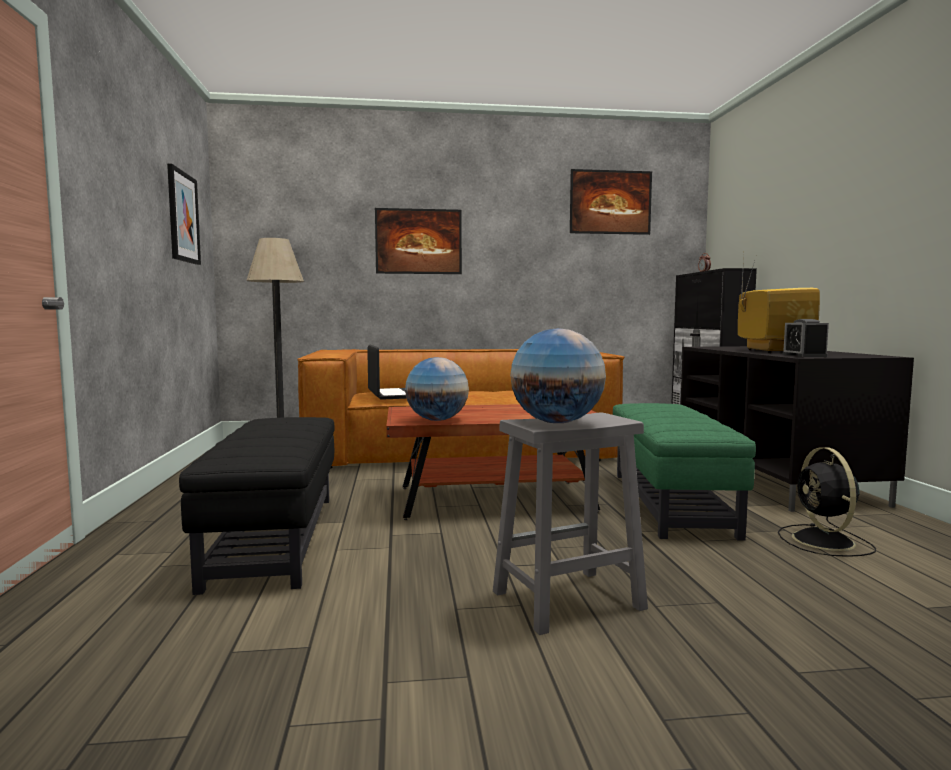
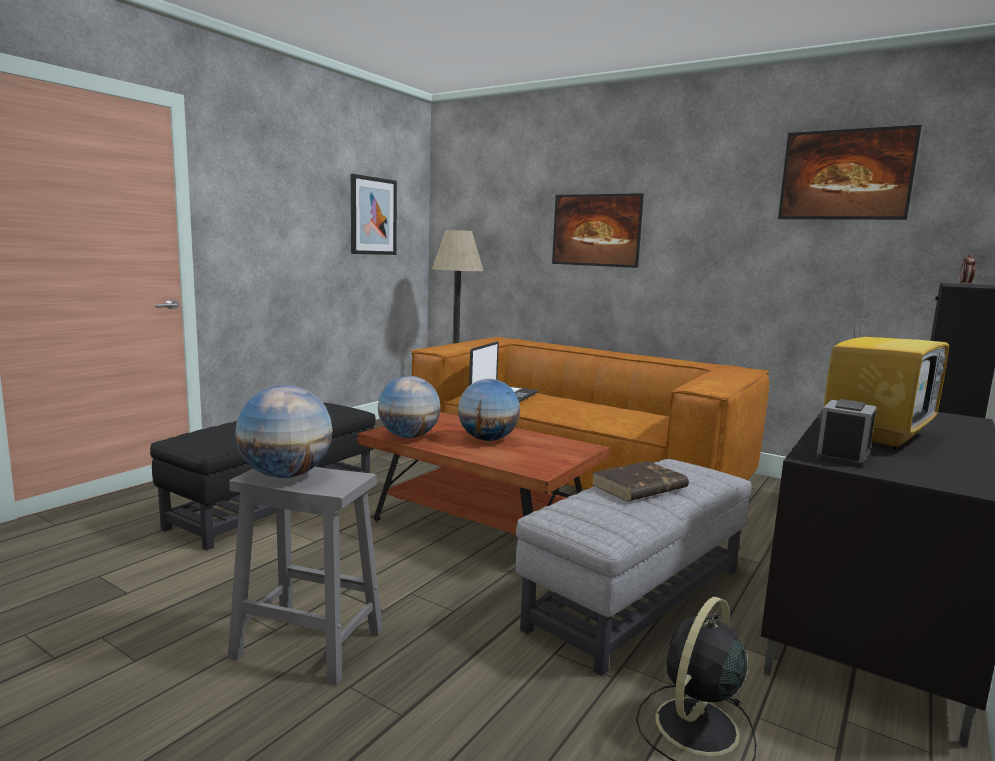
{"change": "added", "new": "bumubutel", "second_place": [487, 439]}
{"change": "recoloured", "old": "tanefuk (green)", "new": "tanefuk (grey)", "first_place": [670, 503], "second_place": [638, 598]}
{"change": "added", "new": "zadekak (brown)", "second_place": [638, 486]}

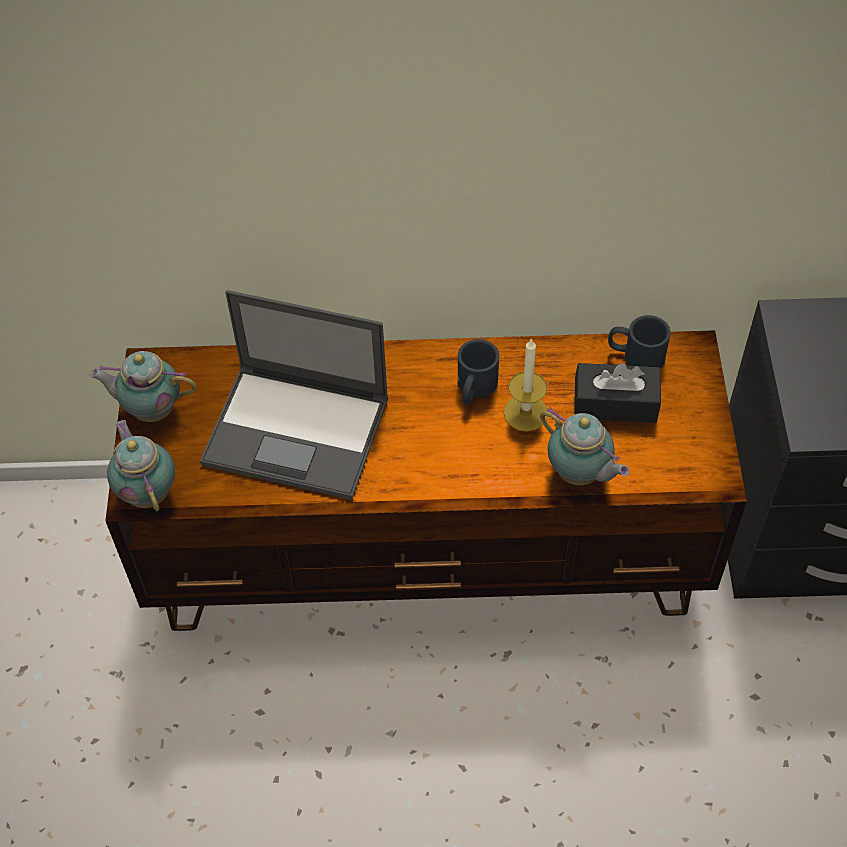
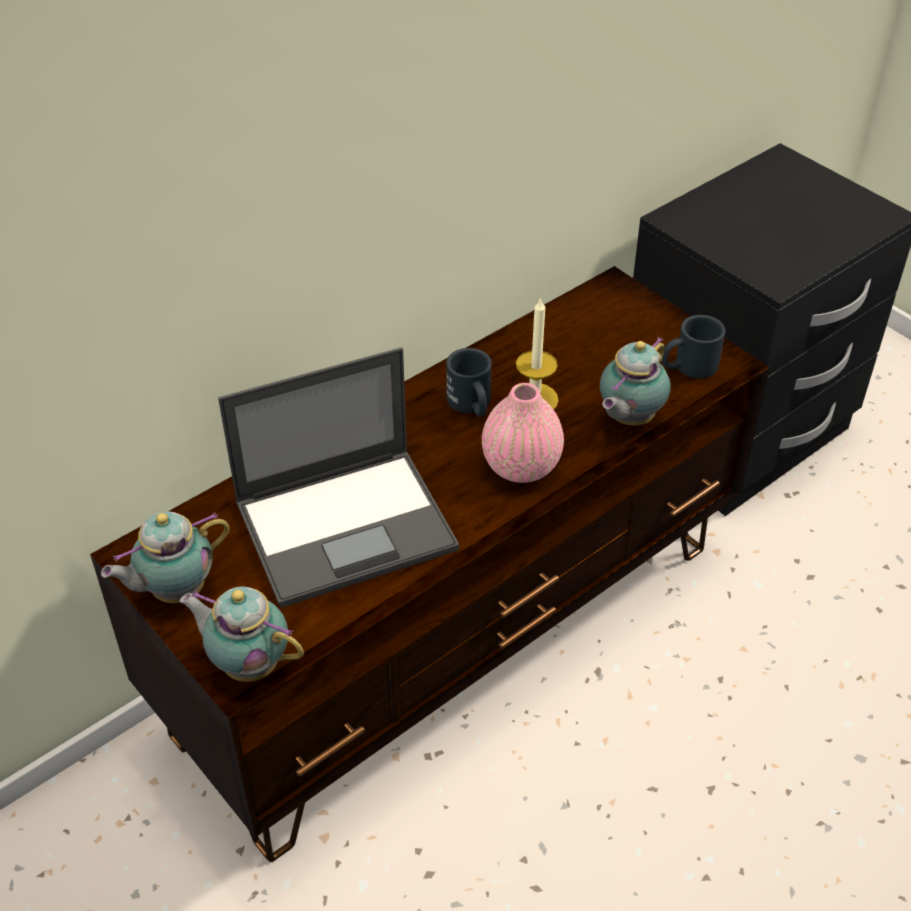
{"change": "added", "new": "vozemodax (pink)", "second_place": [521, 466]}
{"change": "turned", "old": "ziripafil", "first_place": [580, 474], "second_place": [628, 419], "degrees": 120}
{"change": "moved", "old": "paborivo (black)", "first_place": [635, 356], "second_place": [688, 367]}
{"change": "removed", "old": "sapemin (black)", "first_place": [615, 403]}

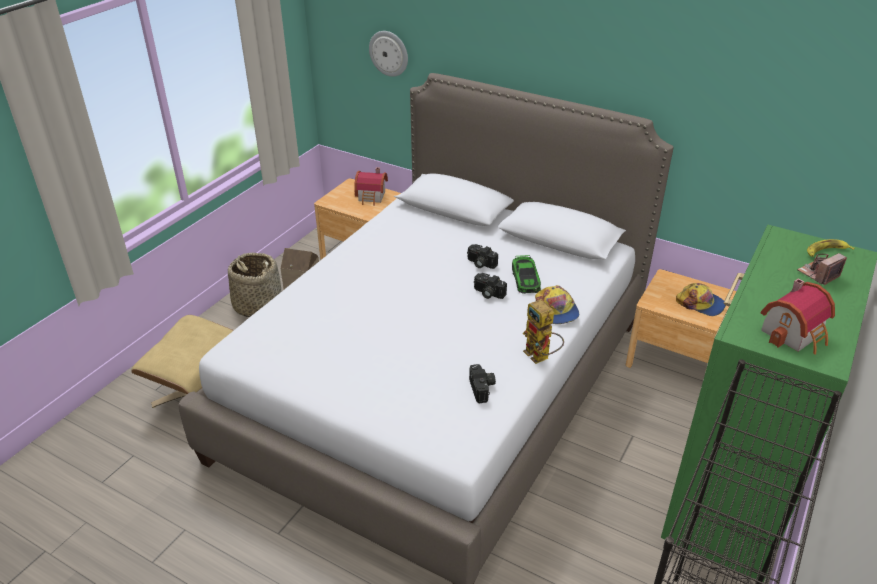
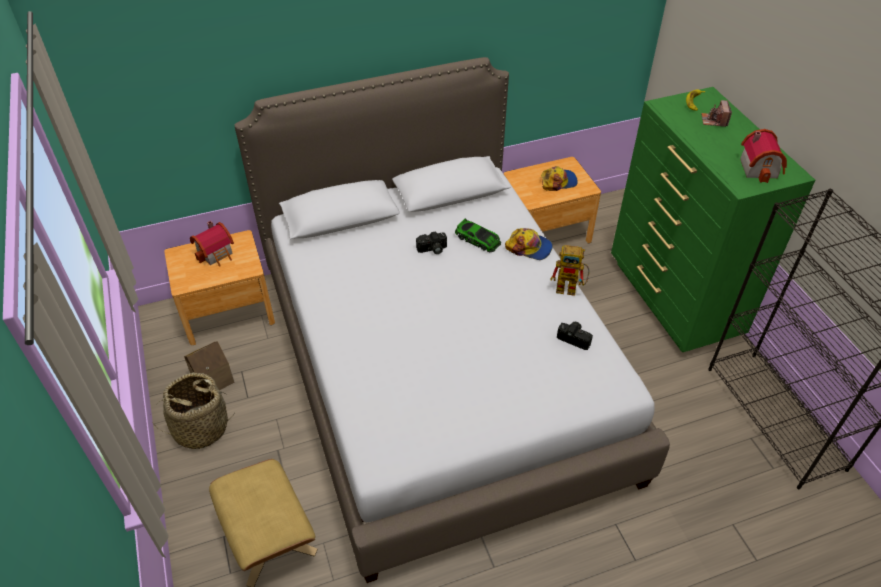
{"change": "removed", "old": "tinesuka", "first_place": [389, 53]}
{"change": "removed", "old": "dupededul", "first_place": [488, 293]}

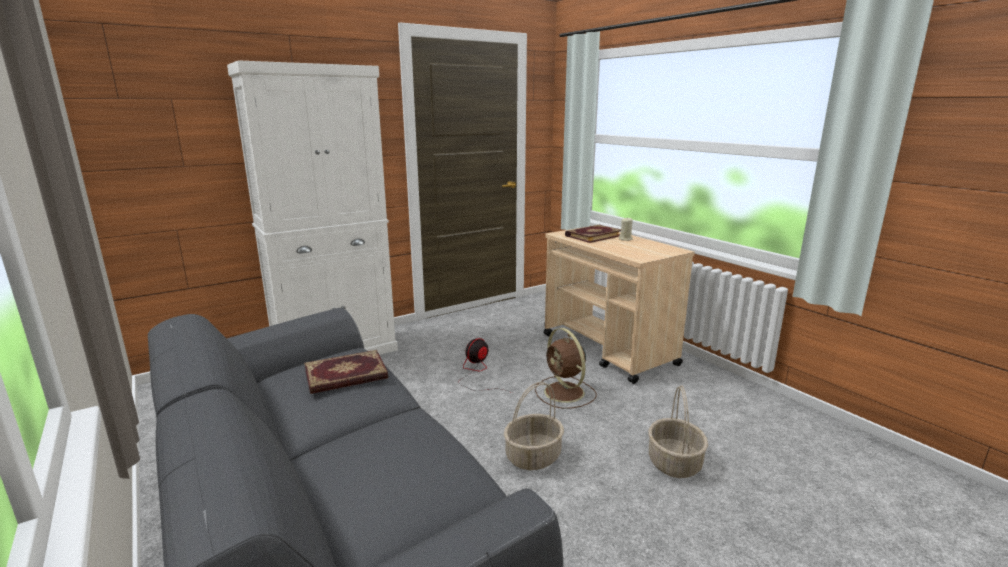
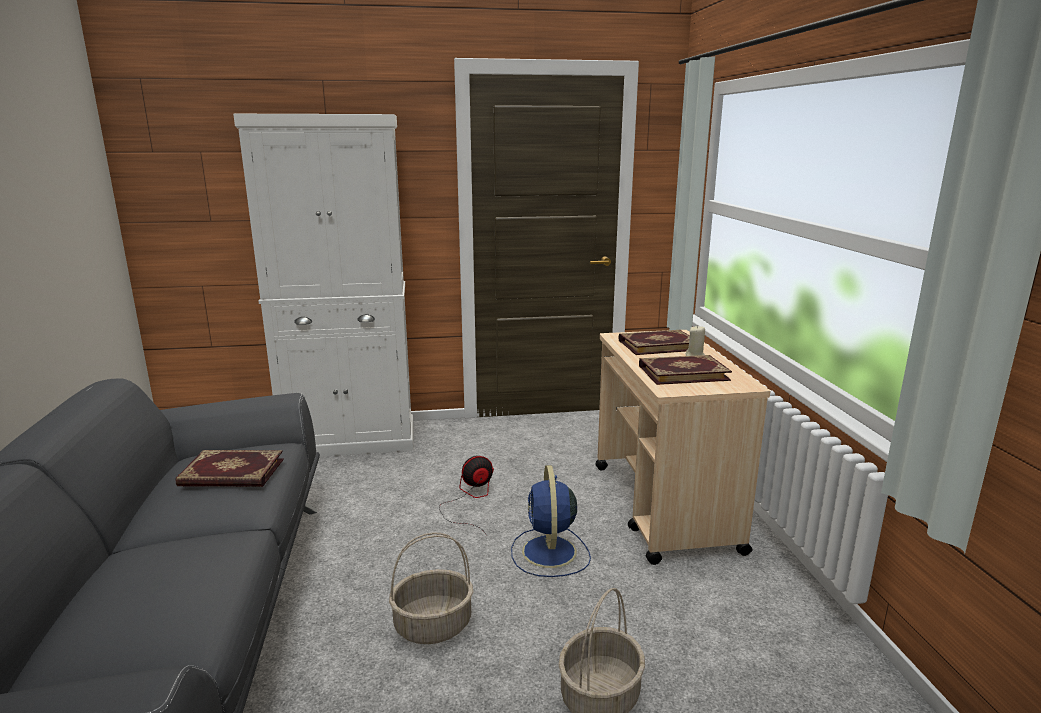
{"change": "recoloured", "old": "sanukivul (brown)", "new": "sanukivul (blue)", "first_place": [565, 393], "second_place": [549, 553]}
{"change": "added", "new": "zadekak", "second_place": [682, 372]}

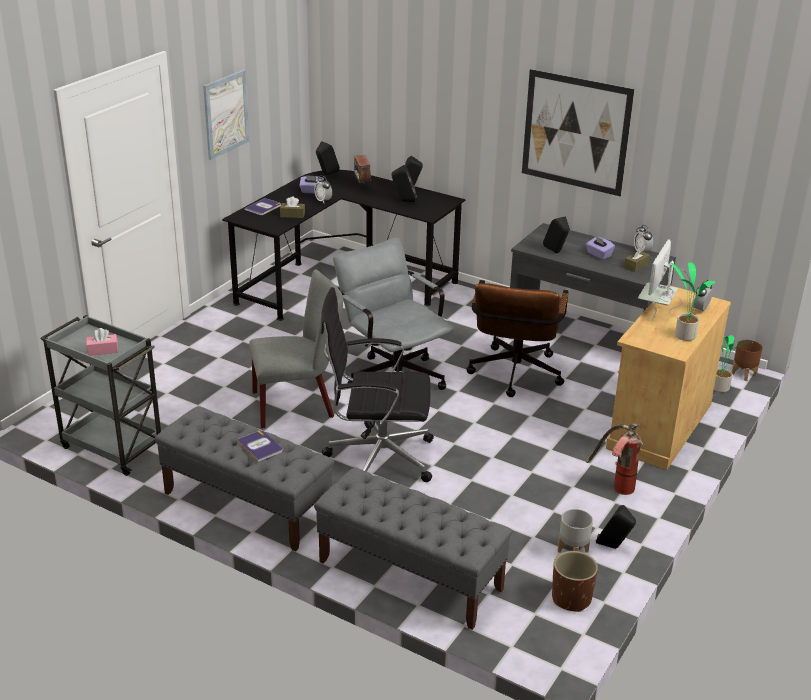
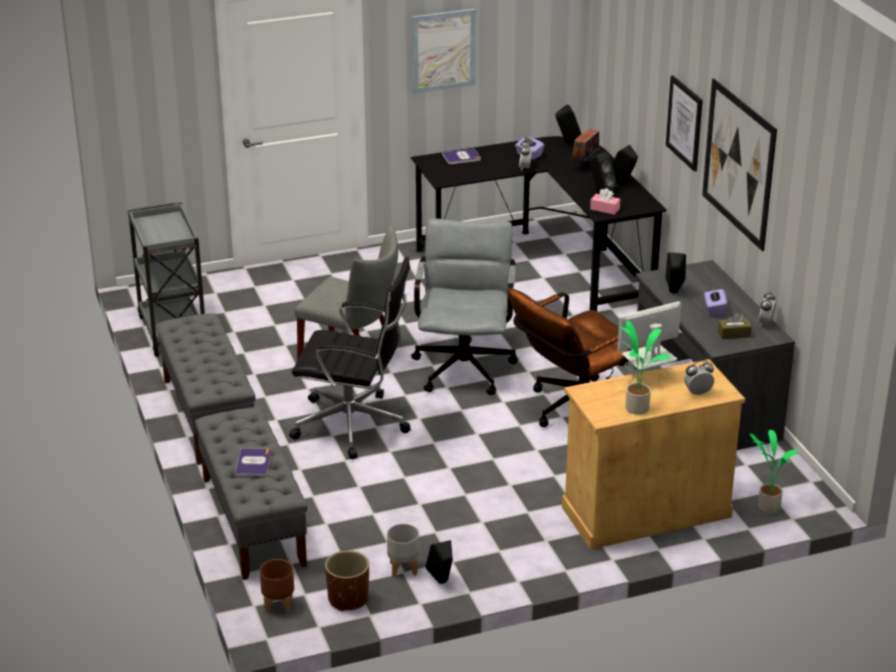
{"change": "moved", "old": "zadekak", "first_place": [260, 446], "second_place": [253, 463]}
{"change": "moved", "old": "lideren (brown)", "first_place": [744, 374], "second_place": [278, 605]}
{"change": "turned", "old": "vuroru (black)", "first_place": [377, 458], "second_place": [354, 425], "degrees": 150}
{"change": "moved", "old": "sapemin (pink)", "first_place": [103, 350], "second_place": [605, 209]}
{"change": "added", "new": "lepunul", "second_place": [685, 123]}
{"change": "removed", "old": "sapemin (brown)", "first_place": [292, 215]}
{"change": "removed", "old": "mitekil", "first_place": [615, 487]}

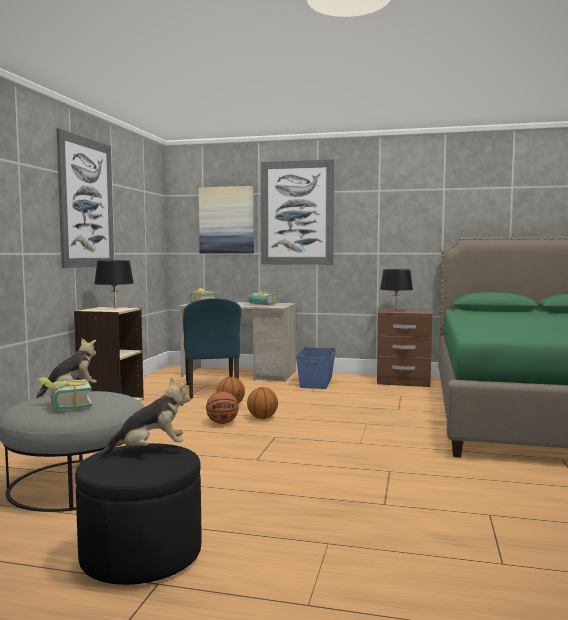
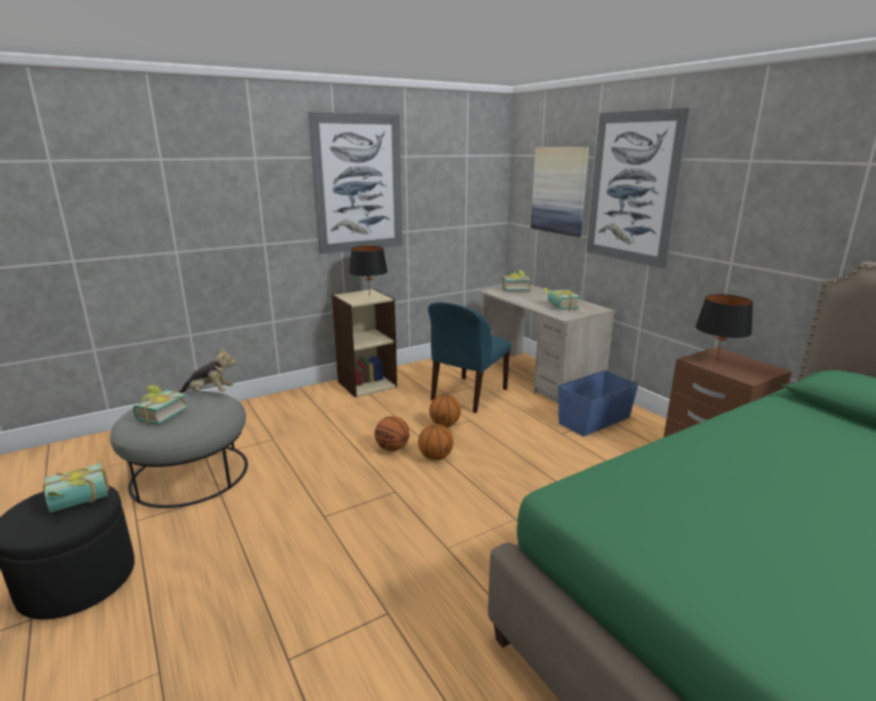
{"change": "replaced", "old": "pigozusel", "new": "zadekak", "first_place": [150, 450], "second_place": [79, 503]}

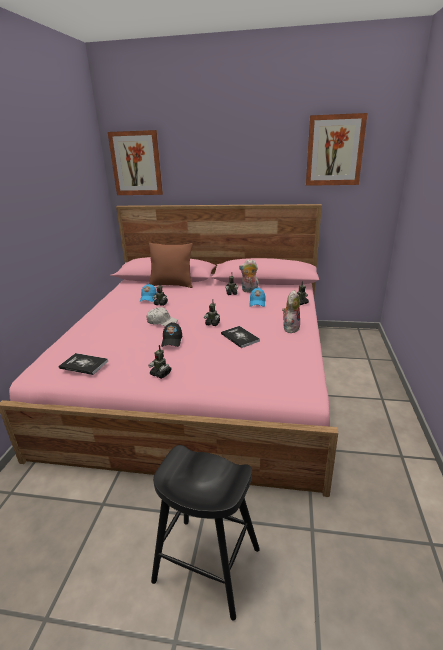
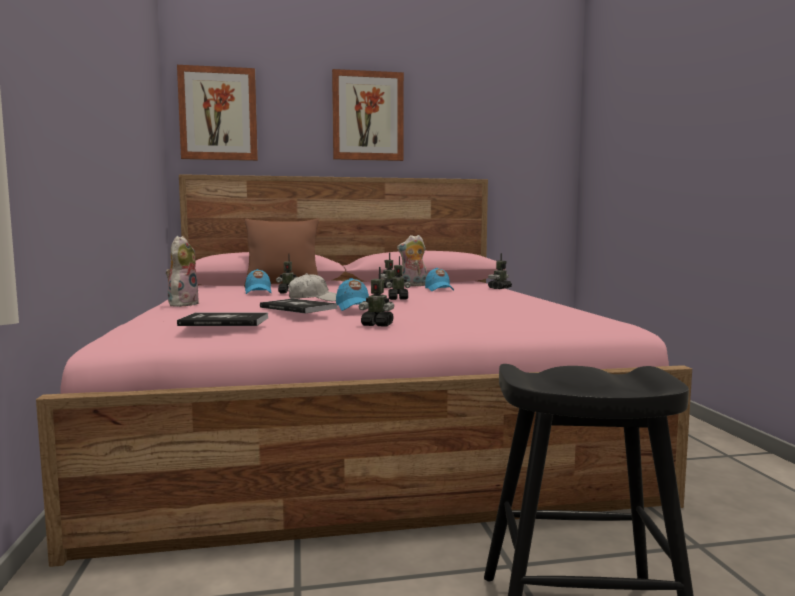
{"change": "moved", "old": "pigozusel", "first_place": [290, 328], "second_place": [182, 304]}
{"change": "moved", "old": "zadekak", "first_place": [240, 337], "second_place": [298, 308]}
{"change": "moved", "old": "lepunul", "first_place": [334, 150], "second_place": [368, 116]}
{"change": "recoloured", "old": "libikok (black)", "new": "libikok (blue)", "first_place": [172, 341], "second_place": [354, 308]}

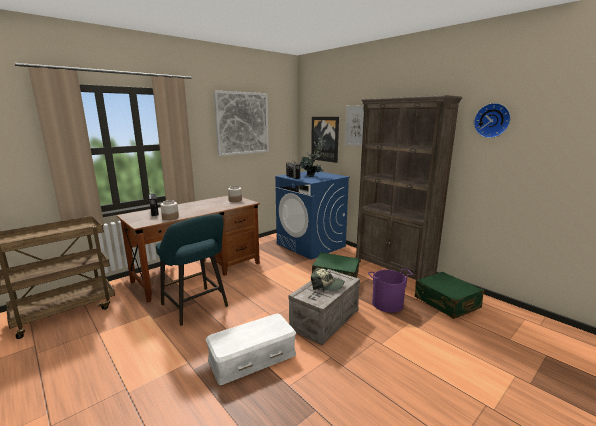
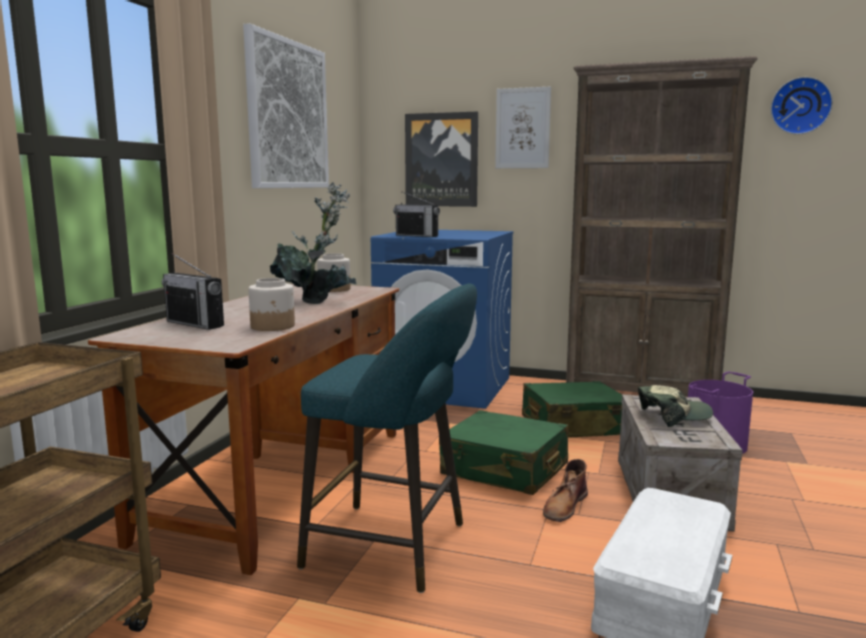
{"change": "moved", "old": "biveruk", "first_place": [312, 176], "second_place": [317, 301]}
{"change": "moved", "old": "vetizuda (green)", "first_place": [446, 302], "second_place": [504, 470]}
{"change": "added", "new": "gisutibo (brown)", "second_place": [565, 506]}

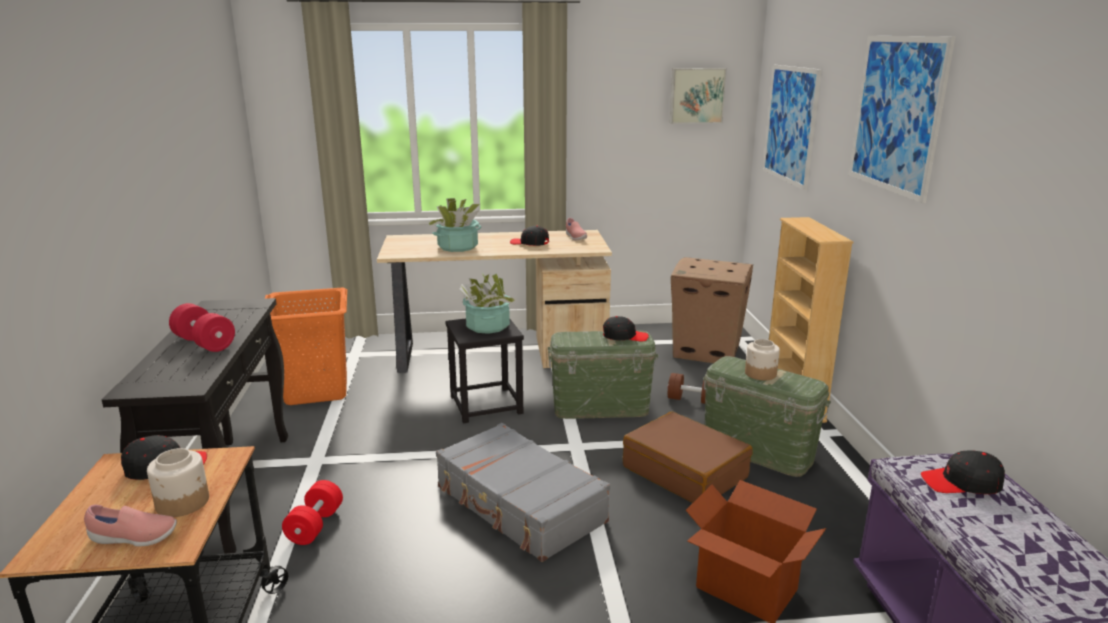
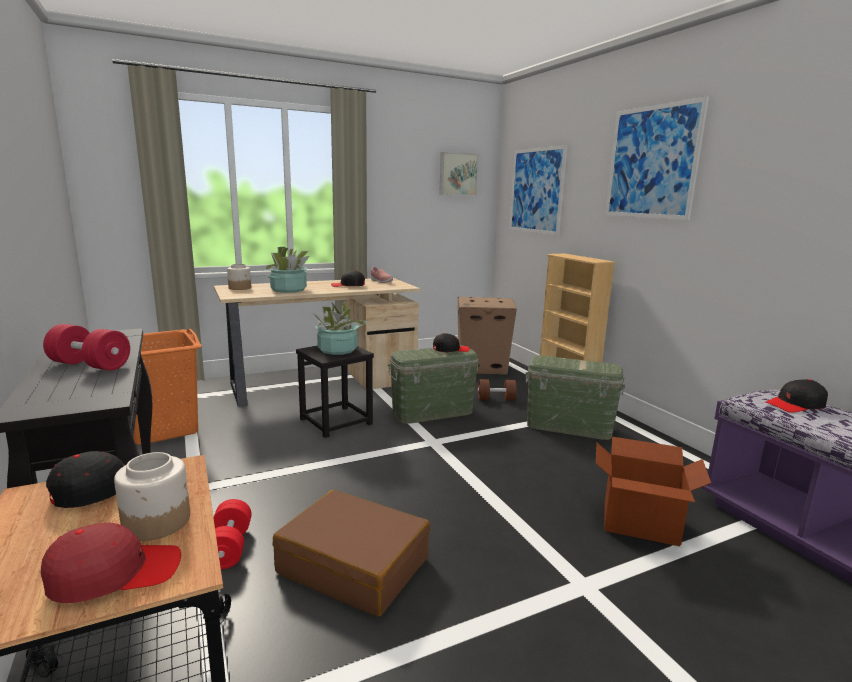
{"change": "replaced", "old": "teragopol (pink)", "new": "libikok (red)", "first_place": [133, 538], "second_place": [115, 573]}
{"change": "moved", "old": "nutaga", "first_place": [761, 374], "second_place": [240, 288]}
{"change": "moved", "old": "vetizuda (brown)", "first_place": [685, 472], "second_place": [354, 565]}
{"change": "removed", "old": "vetizuda (grey)", "first_place": [519, 505]}

